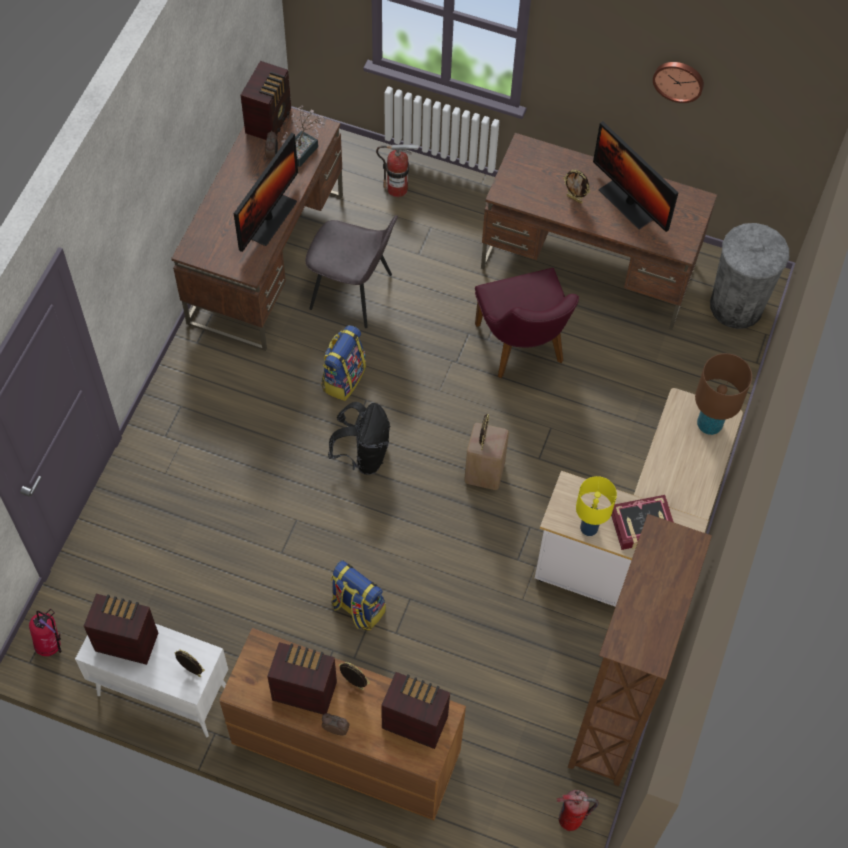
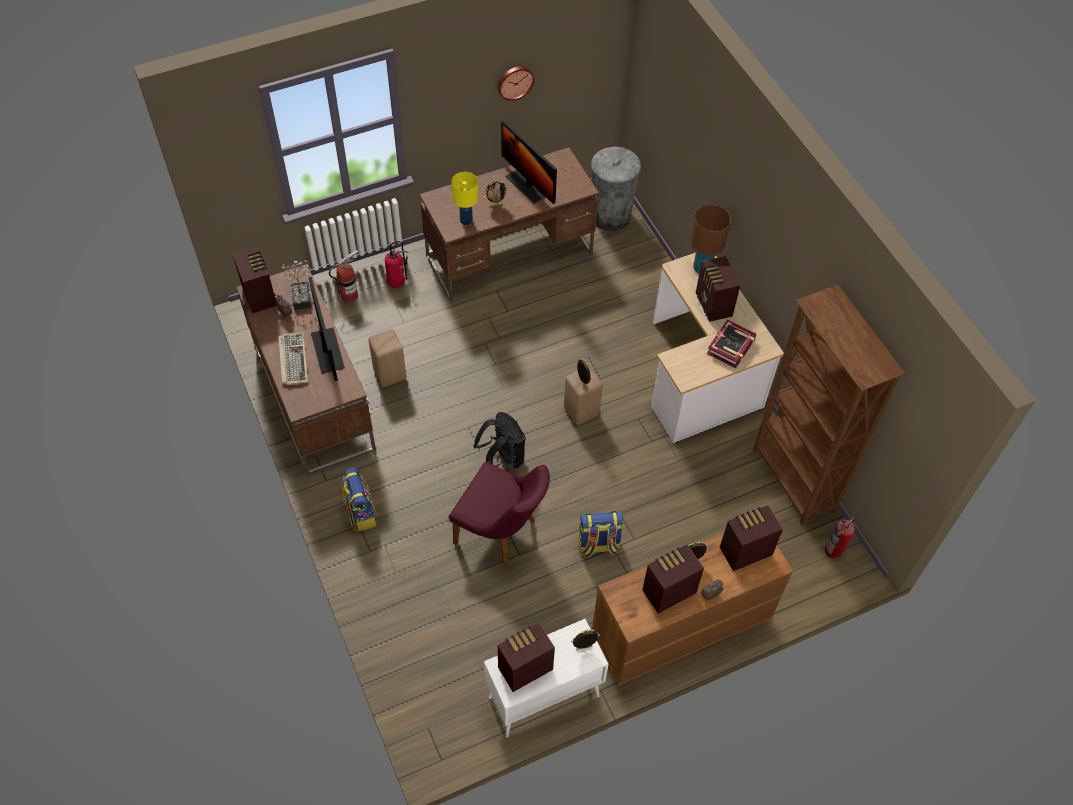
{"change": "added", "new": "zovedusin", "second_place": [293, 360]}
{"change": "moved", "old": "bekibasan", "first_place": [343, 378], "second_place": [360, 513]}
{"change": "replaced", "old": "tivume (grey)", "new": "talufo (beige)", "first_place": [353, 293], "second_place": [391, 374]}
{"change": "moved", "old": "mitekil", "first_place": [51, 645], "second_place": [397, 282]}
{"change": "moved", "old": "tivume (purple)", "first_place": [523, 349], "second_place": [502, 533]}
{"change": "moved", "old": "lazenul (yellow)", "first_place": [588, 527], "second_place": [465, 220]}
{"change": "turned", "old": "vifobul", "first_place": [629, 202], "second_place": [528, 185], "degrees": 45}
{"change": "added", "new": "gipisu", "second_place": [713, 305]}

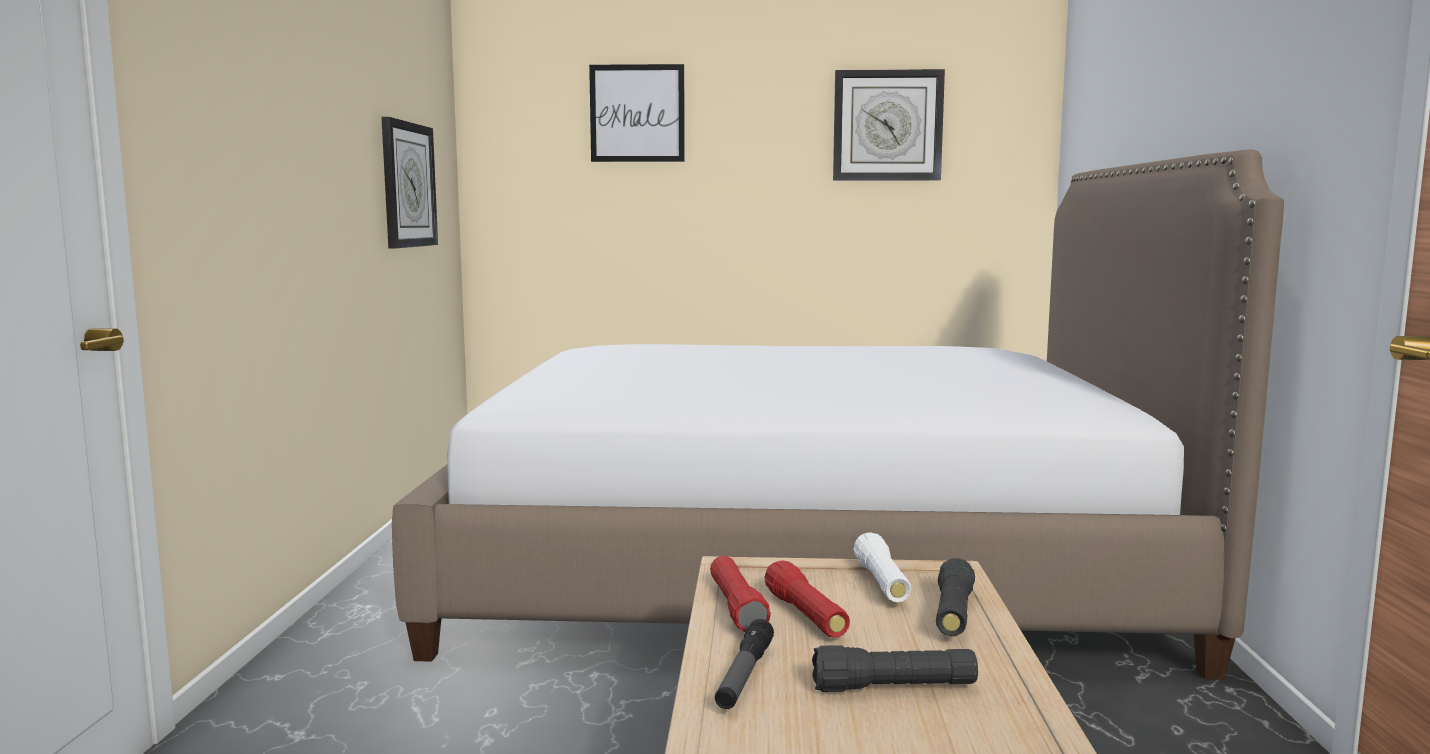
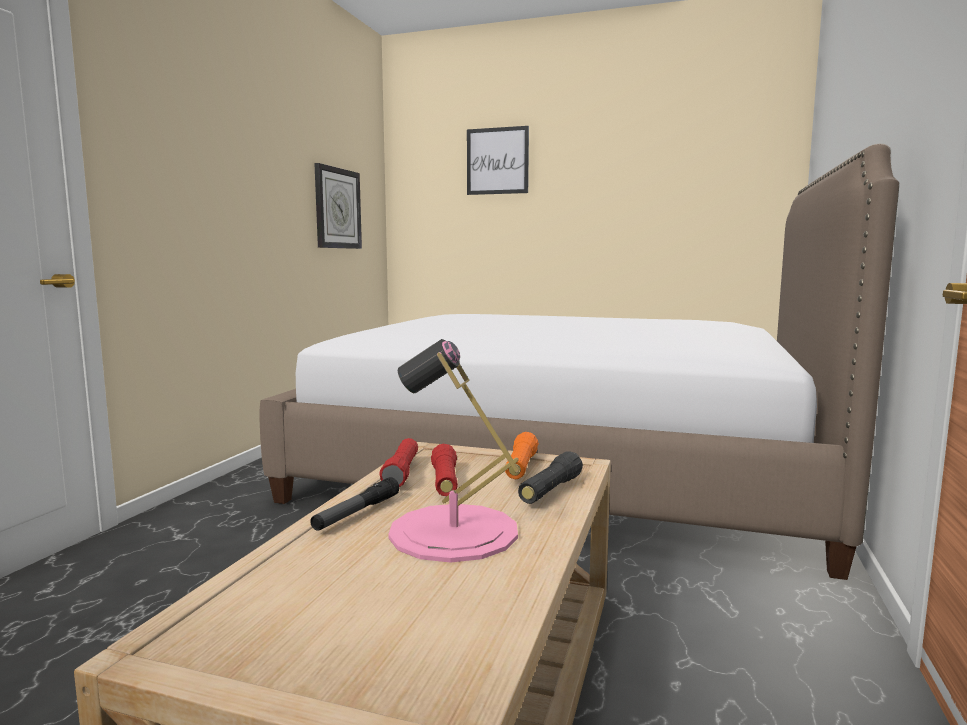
{"change": "replaced", "old": "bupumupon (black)", "new": "lazenul (pink)", "first_place": [894, 688], "second_place": [453, 532]}
{"change": "recoloured", "old": "bupumupon (white)", "new": "bupumupon (orange)", "first_place": [882, 583], "second_place": [521, 467]}
{"change": "removed", "old": "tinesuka", "first_place": [887, 126]}

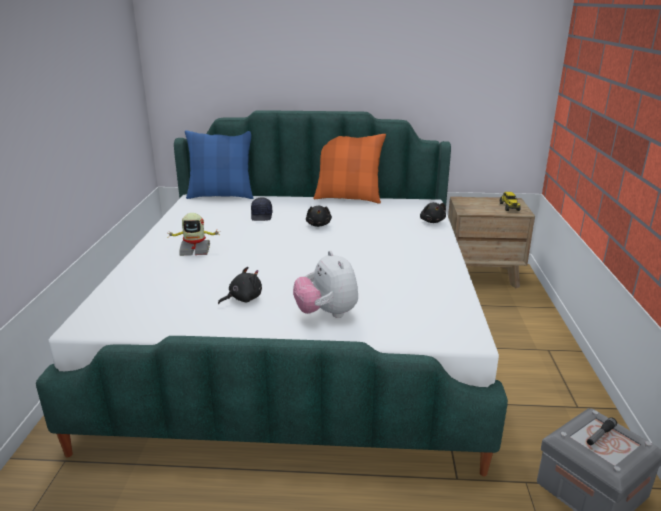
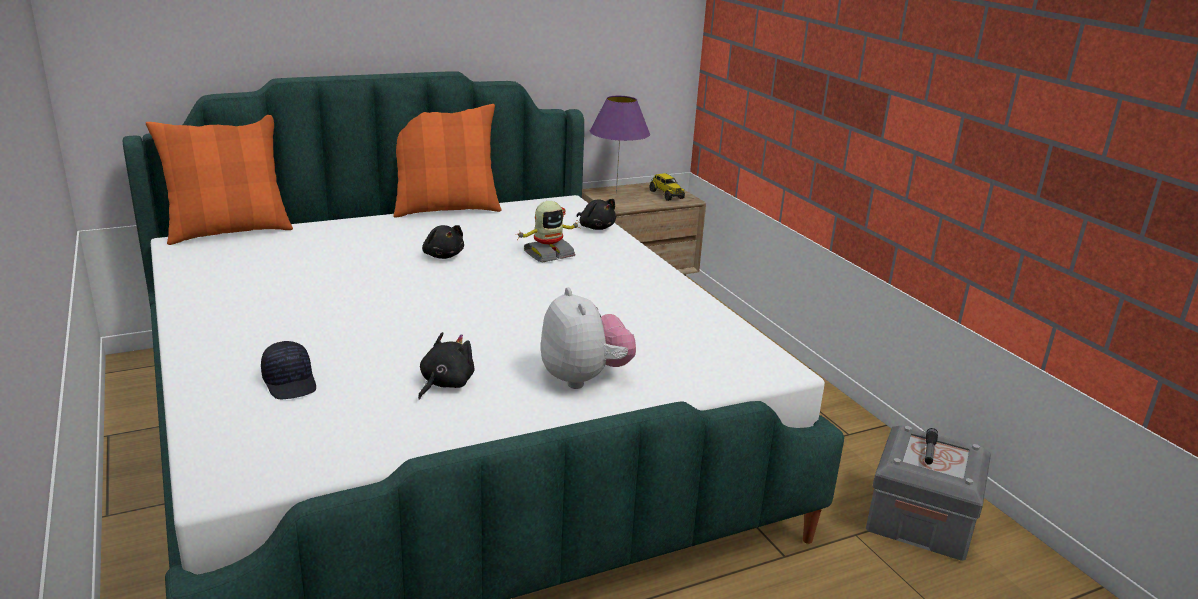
{"change": "recoloured", "old": "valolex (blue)", "new": "valolex (orange)", "first_place": [221, 195], "second_place": [229, 231]}
{"change": "moved", "old": "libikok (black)", "first_place": [262, 216], "second_place": [291, 383]}
{"change": "moved", "old": "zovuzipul", "first_place": [195, 250], "second_place": [548, 254]}
{"change": "turned", "old": "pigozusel", "first_place": [327, 313], "second_place": [584, 378], "degrees": -150}
{"change": "added", "new": "lazenul (purple)", "second_place": [616, 193]}

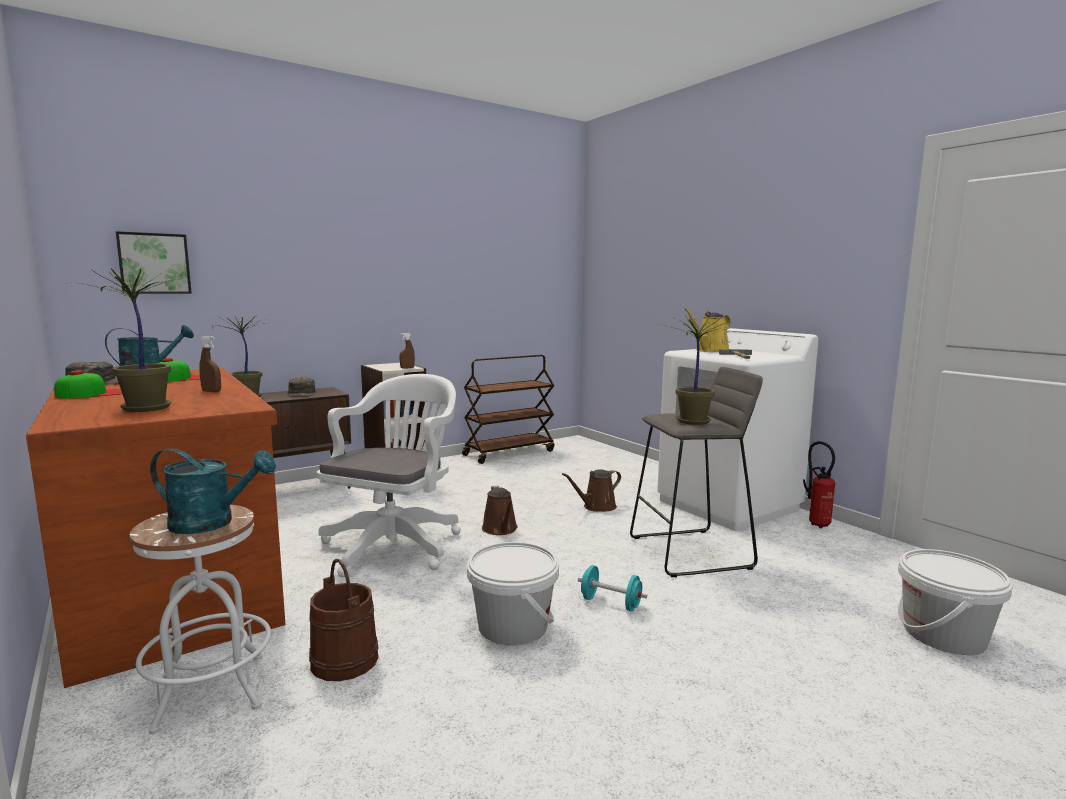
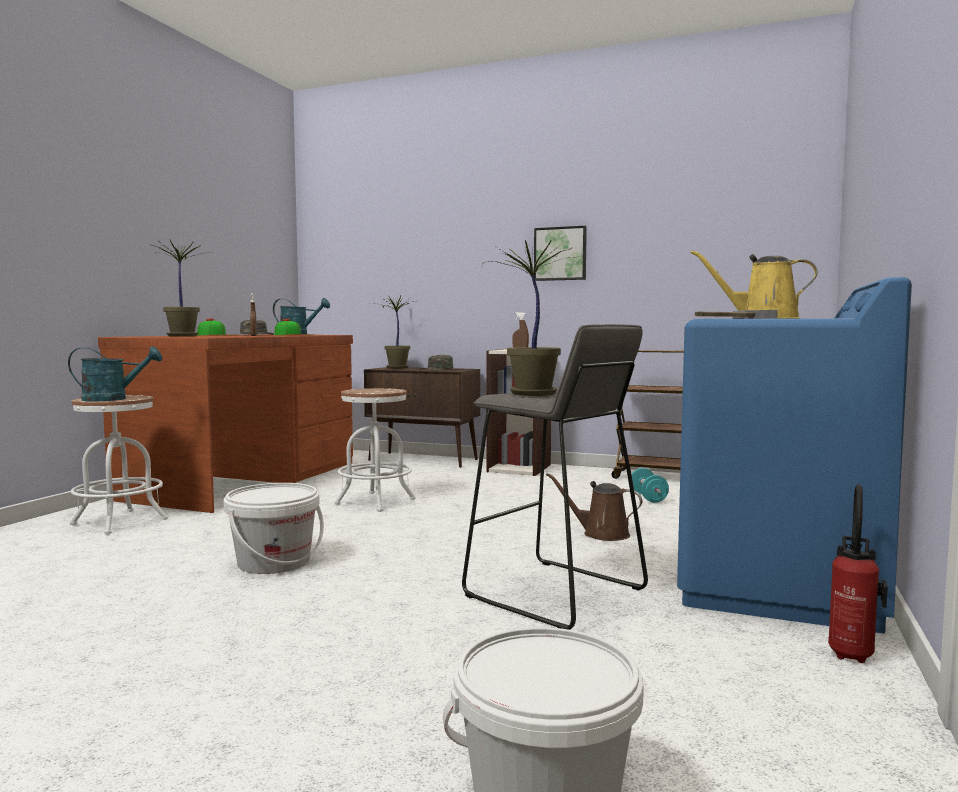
{"change": "turned", "old": "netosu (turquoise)", "first_place": [212, 523], "second_place": [113, 399], "degrees": -75}
{"change": "replaced", "old": "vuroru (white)", "new": "talufo (white)", "first_place": [396, 544], "second_place": [375, 502]}
{"change": "moved", "old": "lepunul", "first_place": [154, 263], "second_place": [560, 254]}
{"change": "moved", "old": "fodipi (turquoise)", "first_place": [611, 603], "second_place": [648, 498]}
{"change": "recoloured", "old": "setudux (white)", "new": "setudux (blue)", "first_place": [728, 505], "second_place": [776, 587]}
{"change": "removed", "old": "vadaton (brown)", "first_place": [344, 660]}
{"change": "removed", "old": "netosu (brown)", "first_place": [500, 529]}

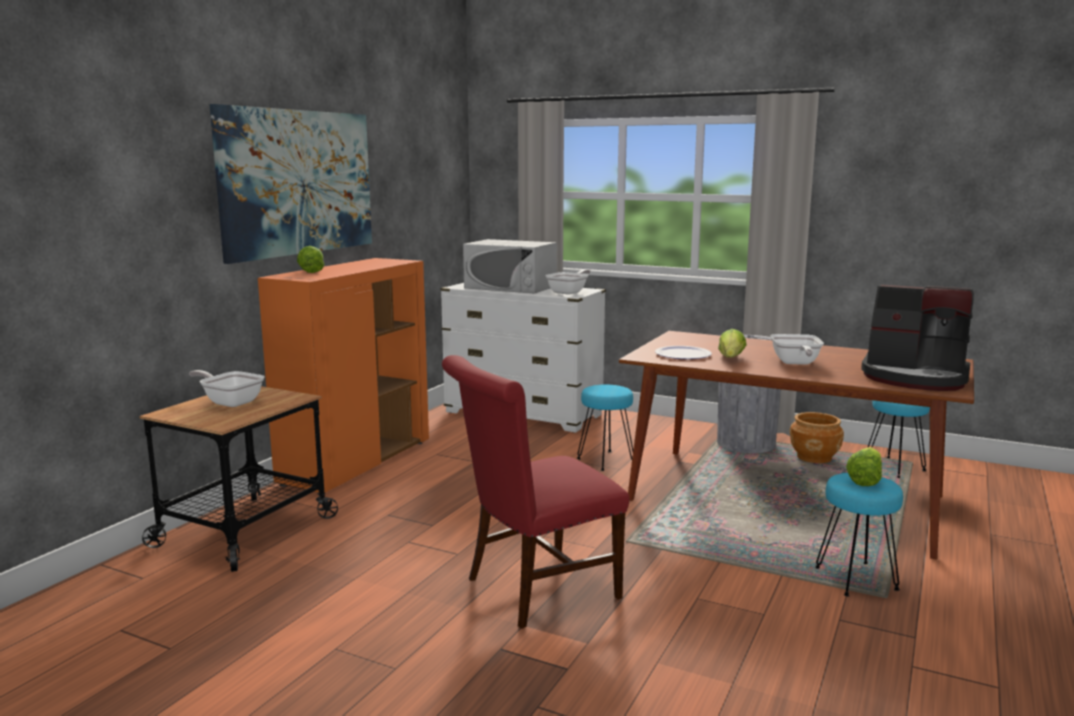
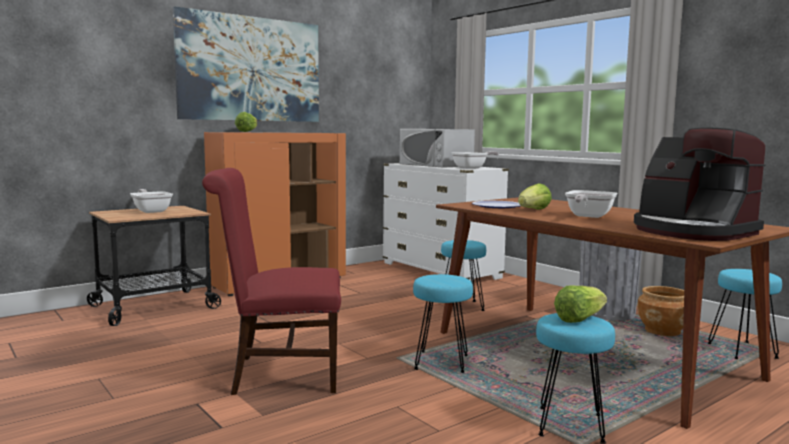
{"change": "added", "new": "talufo (turquoise)", "second_place": [440, 362]}

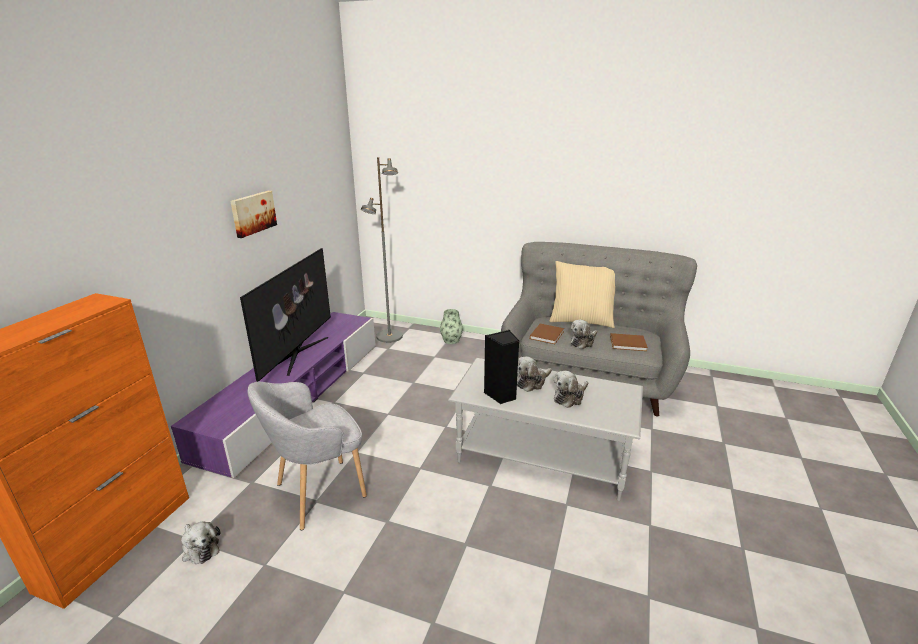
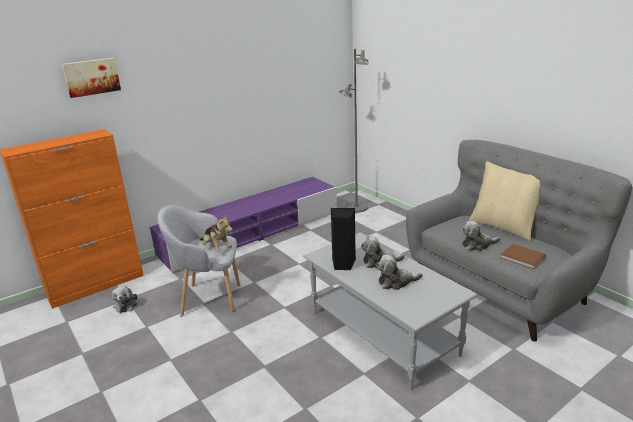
{"change": "moved", "old": "lepunul", "first_place": [253, 213], "second_place": [91, 77]}
{"change": "added", "new": "pigozusel", "second_place": [216, 248]}
{"change": "removed", "old": "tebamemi", "first_place": [297, 354]}
{"change": "removed", "old": "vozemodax", "first_place": [451, 340]}
{"change": "removed", "old": "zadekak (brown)", "first_place": [547, 334]}

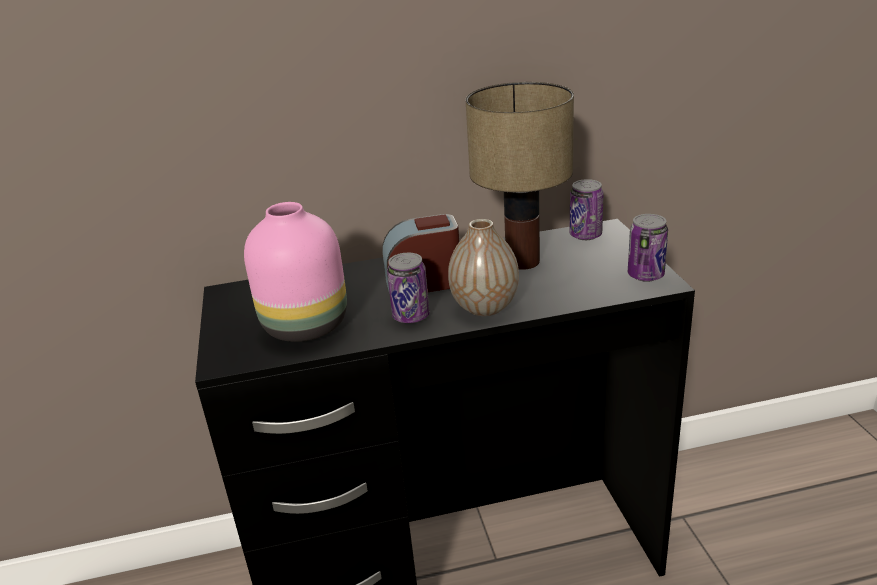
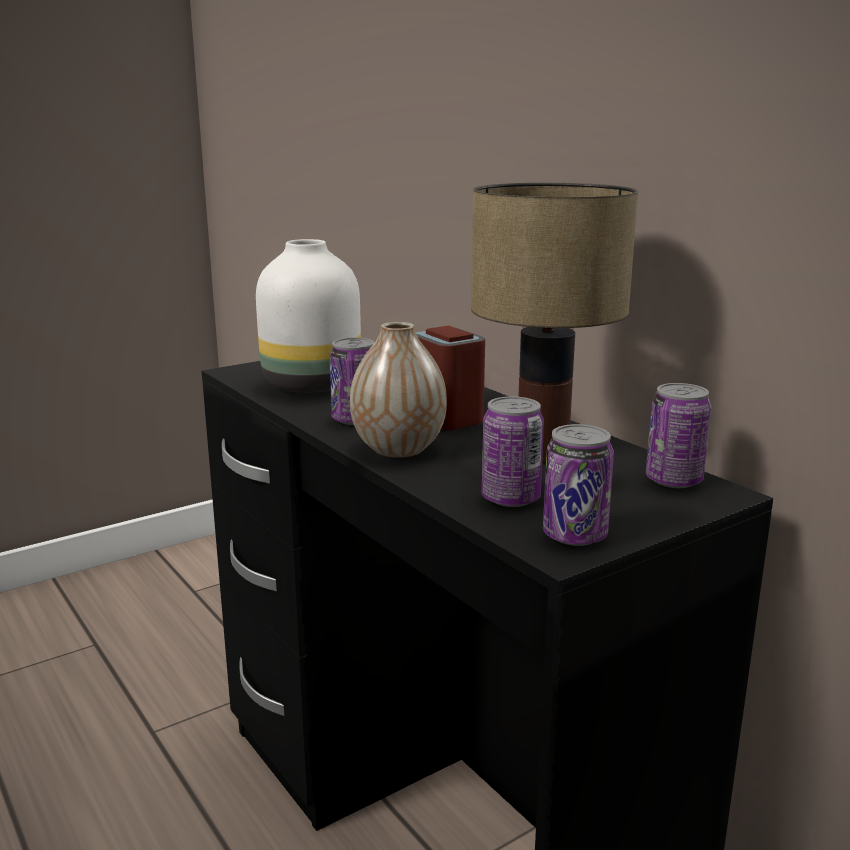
{"change": "recoloured", "old": "vozemodax (pink)", "new": "vozemodax (white)", "first_place": [307, 324], "second_place": [314, 385]}
{"change": "added", "new": "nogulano", "second_place": [510, 498]}

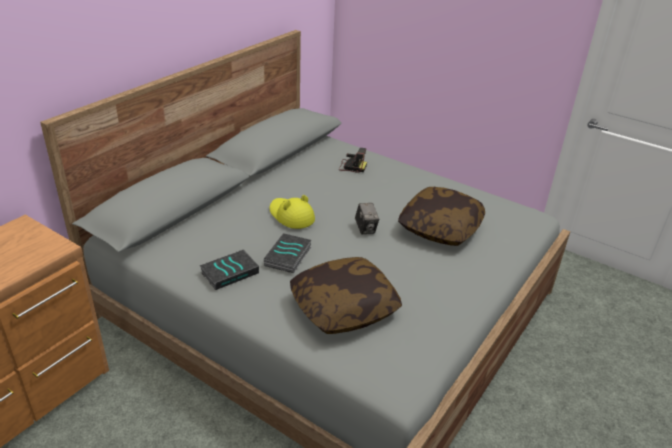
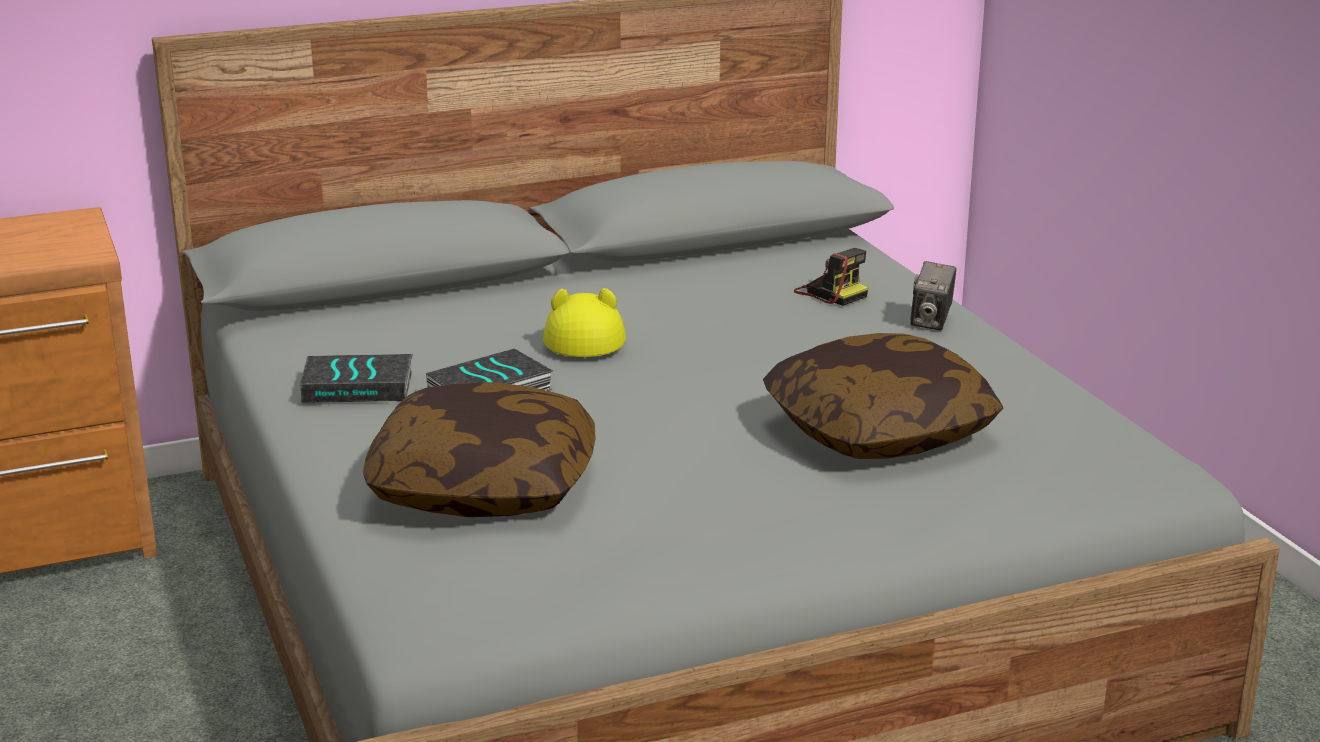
{"change": "moved", "old": "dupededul", "first_place": [366, 229], "second_place": [931, 322]}

